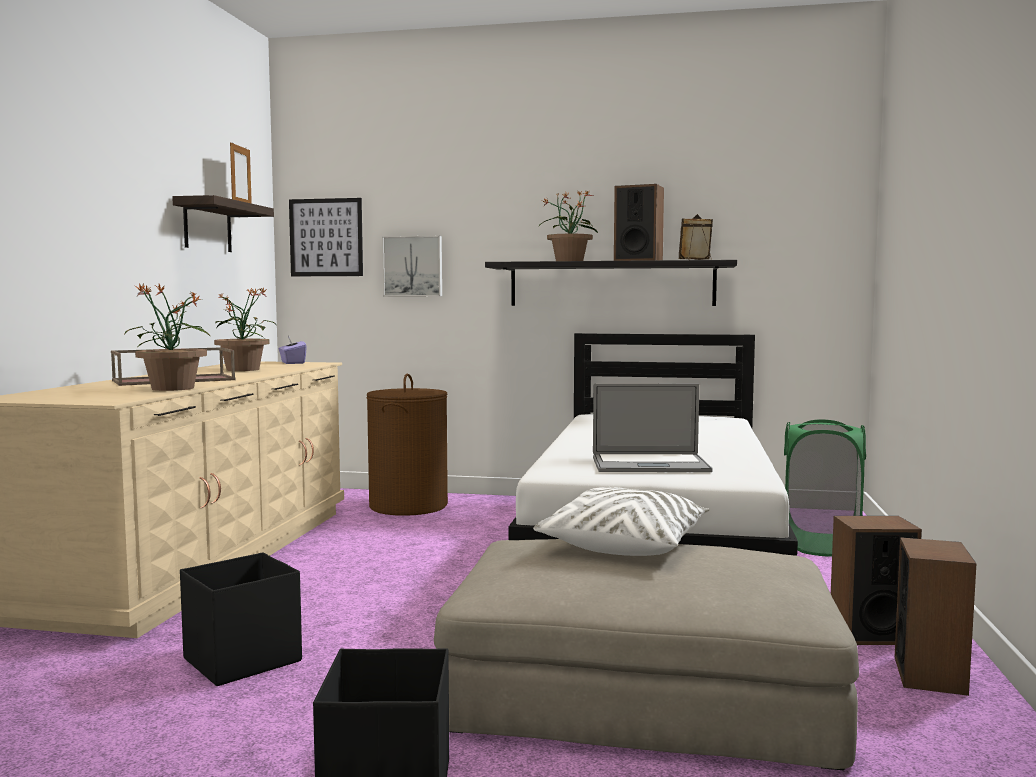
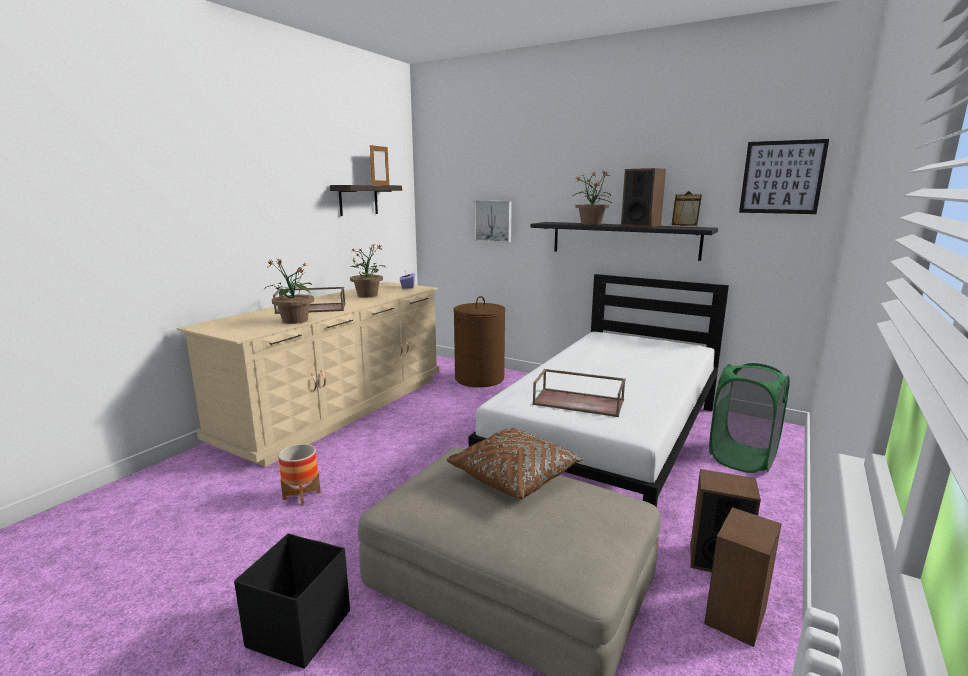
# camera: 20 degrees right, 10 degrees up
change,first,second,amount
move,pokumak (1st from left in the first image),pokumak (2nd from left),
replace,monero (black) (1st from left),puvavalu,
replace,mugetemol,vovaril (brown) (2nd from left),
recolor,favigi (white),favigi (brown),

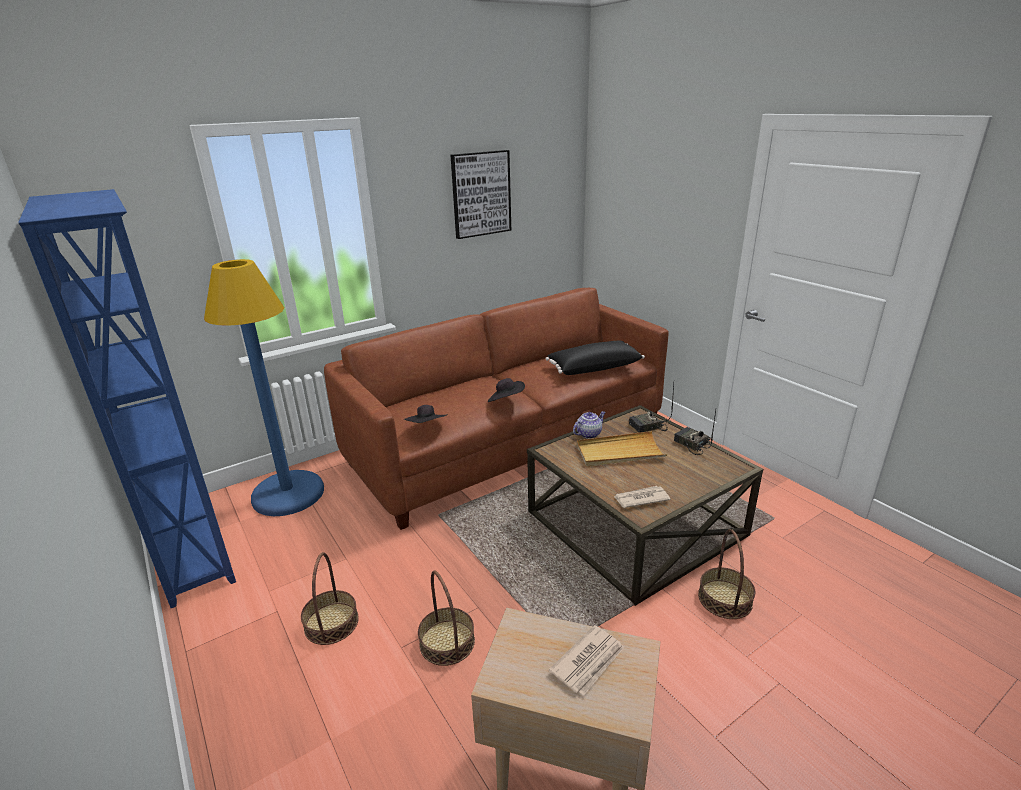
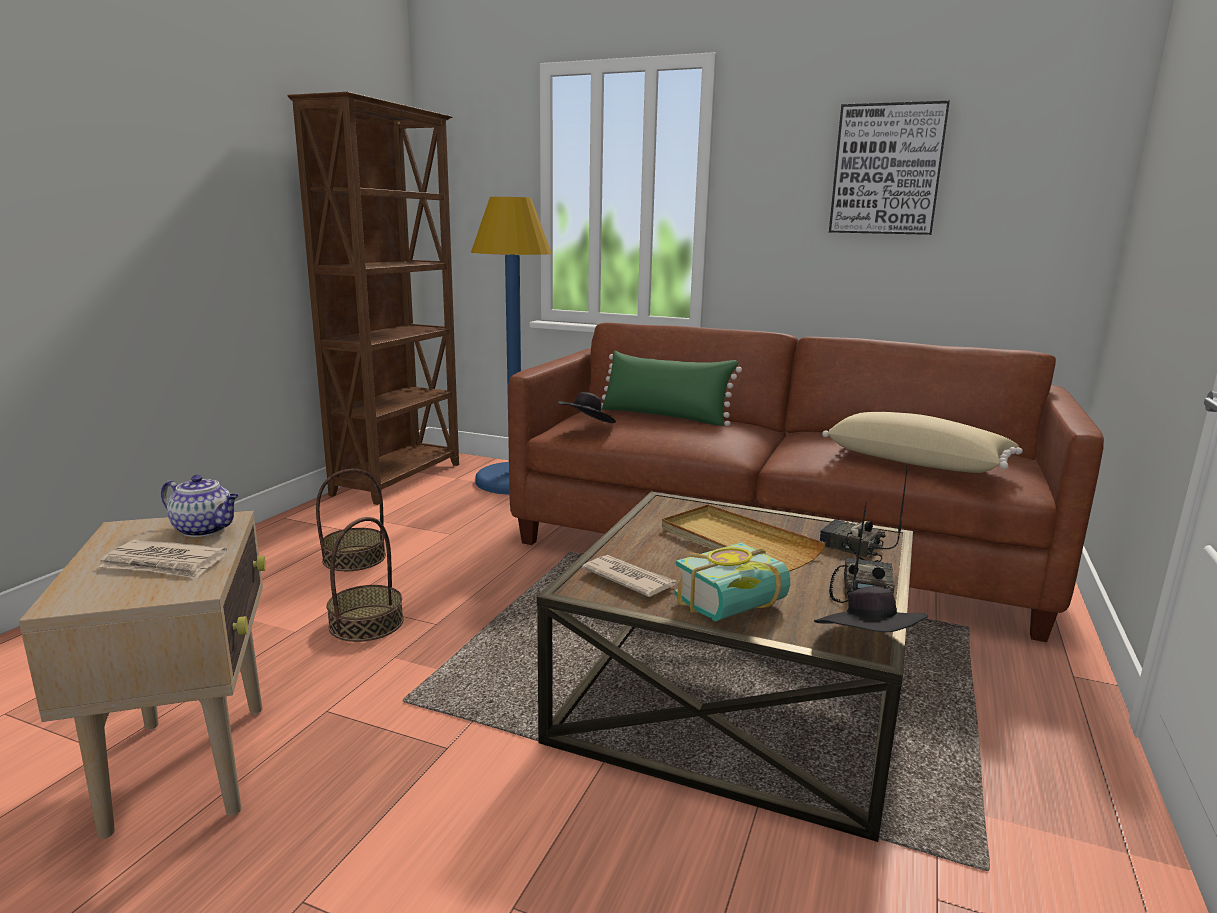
# camera: 55 degrees right, 10 degrees down
change,first,second,amount
delete,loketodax (3rd from left),,
insert,,favigi (green),
insert,,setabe,
move,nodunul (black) (2nd from left),,
move,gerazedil,,
recolor,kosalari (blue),kosalari (brown),
recolor,favigi (black),favigi (beige),

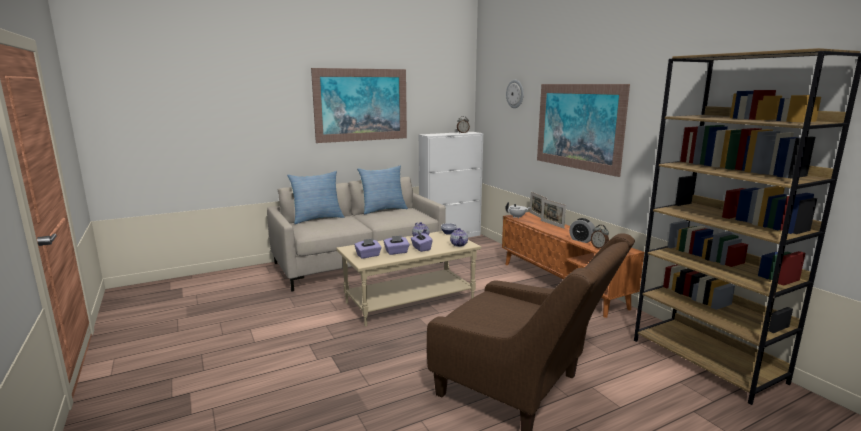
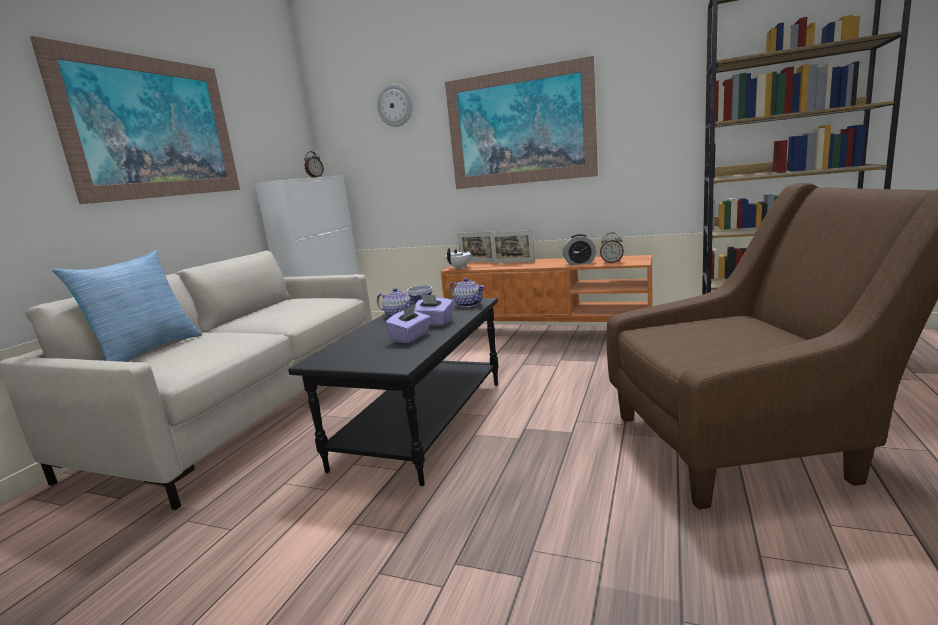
# camera: 40 degrees left, 0 degrees up
change,first,second,amount
delete,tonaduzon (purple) (1st from left),,
delete,favigi (2nd from left),,
recolor,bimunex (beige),bimunex (black),

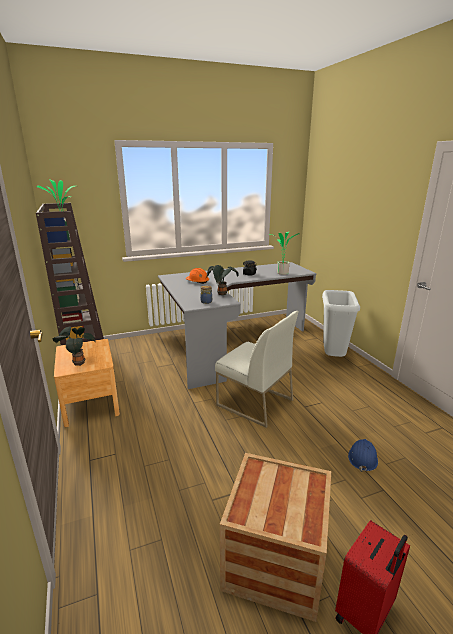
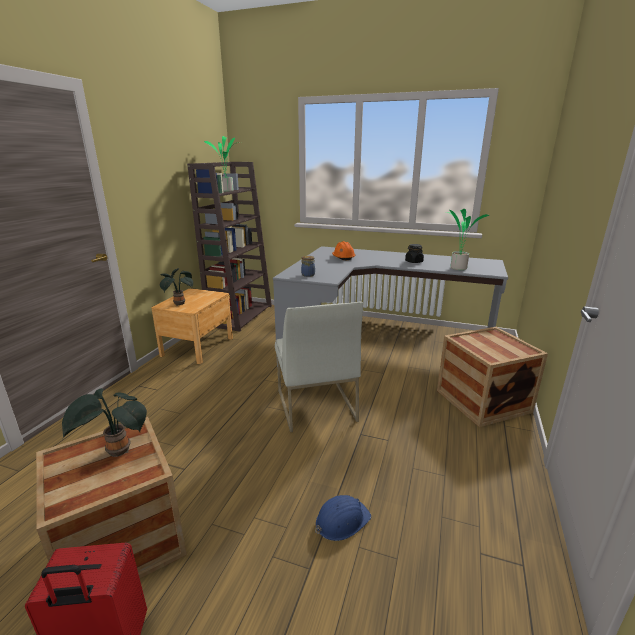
# camera: 40 degrees right, 0 degrees up
change,first,second,amount
move,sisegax (3rd from left in the first image),sisegax (1st from left),
replace,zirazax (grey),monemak (2nd from left),

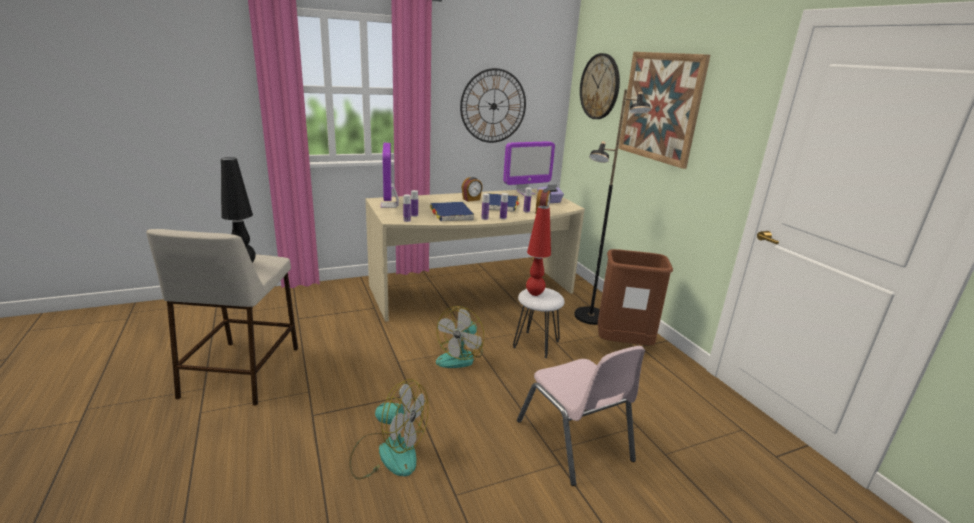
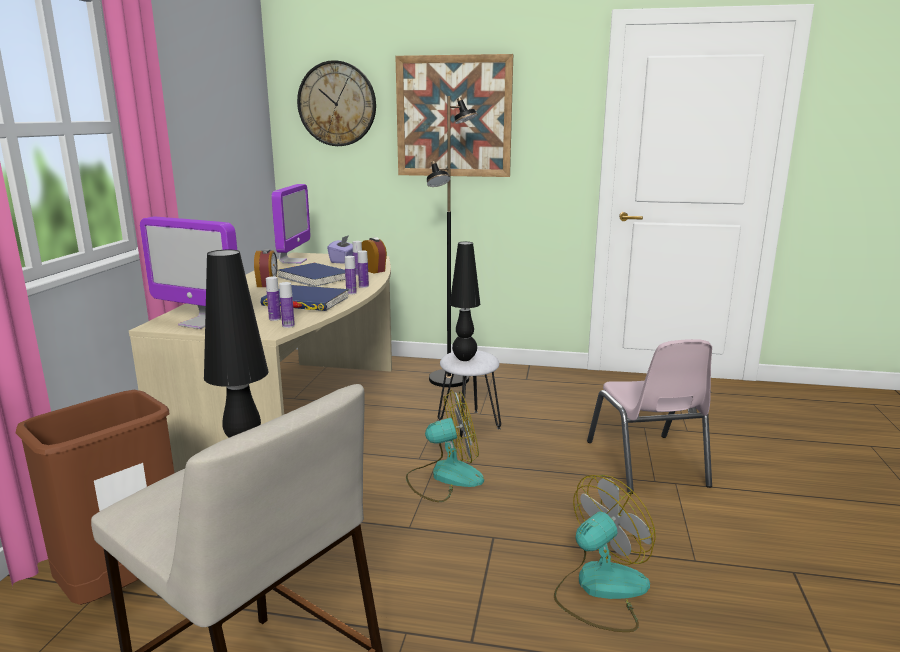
# camera: 55 degrees left, 5 degrees down
change,first,second,amount
delete,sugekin (1st from left),,
move,zirazax (brown),,
recolor,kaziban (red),kaziban (black) (2nd from left),
rotate,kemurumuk (2nd from left in the first image),kemurumuk (1st from left),75 degrees counterclockwise
rotate,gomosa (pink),,75 degrees clockwise

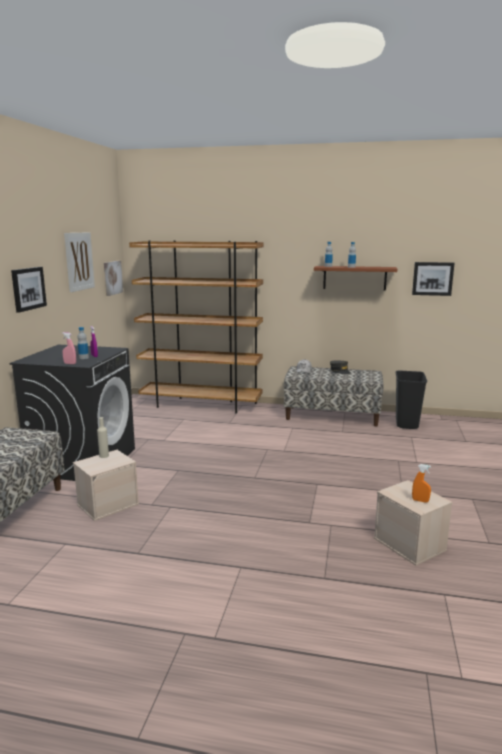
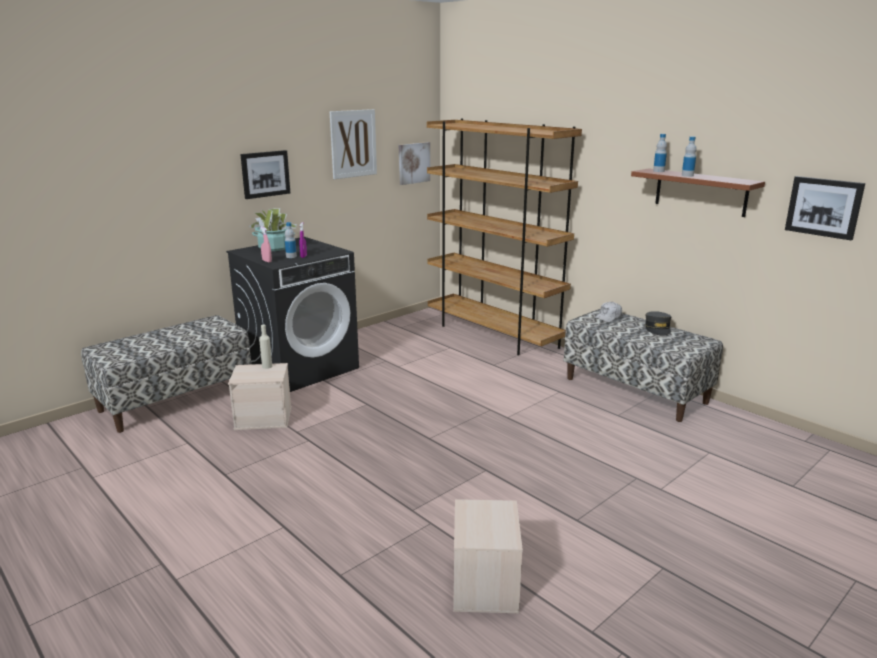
# camera: 35 degrees right, 5 degrees up
change,first,second,amount
delete,zirazax (black),,
delete,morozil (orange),,
insert,,sisegax,

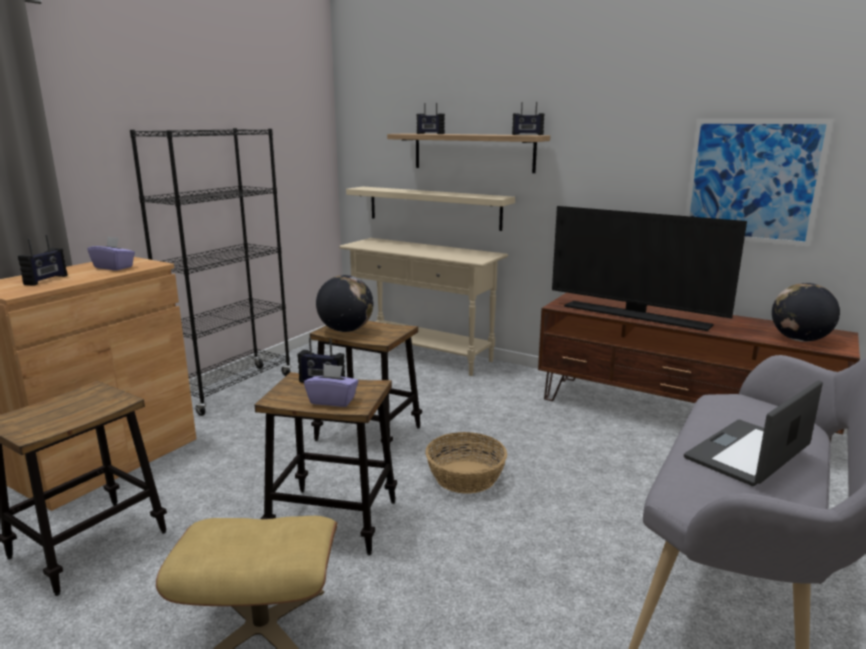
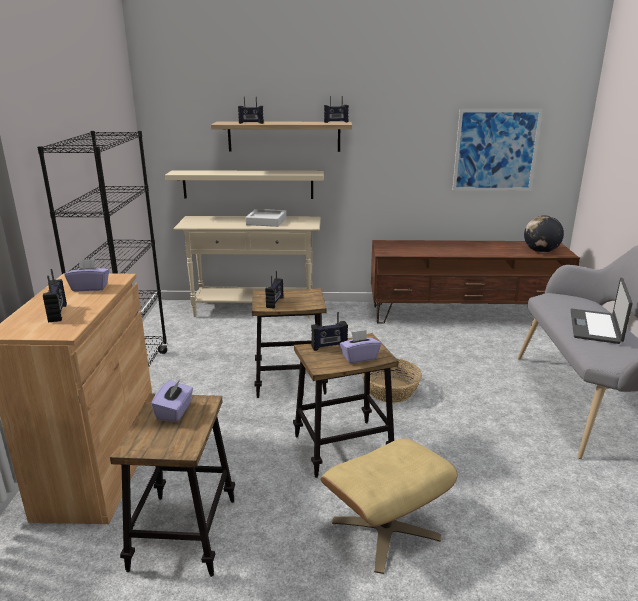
# camera: 30 degrees left, 5 degrees up
change,first,second,amount
delete,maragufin,,
insert,,tonaduzon (purple) (2nd from left),
insert,,vovaril (grey),
replace,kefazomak (1st from left),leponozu (3rd from left),

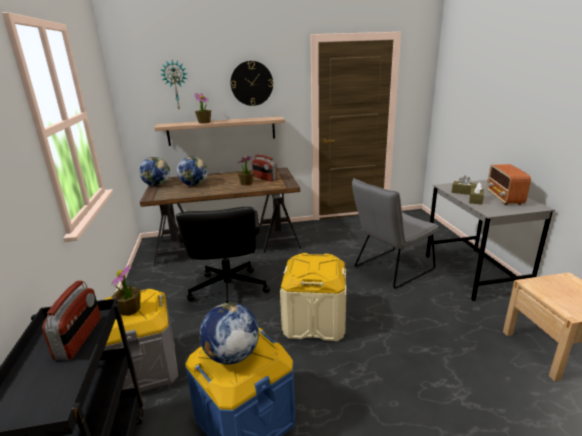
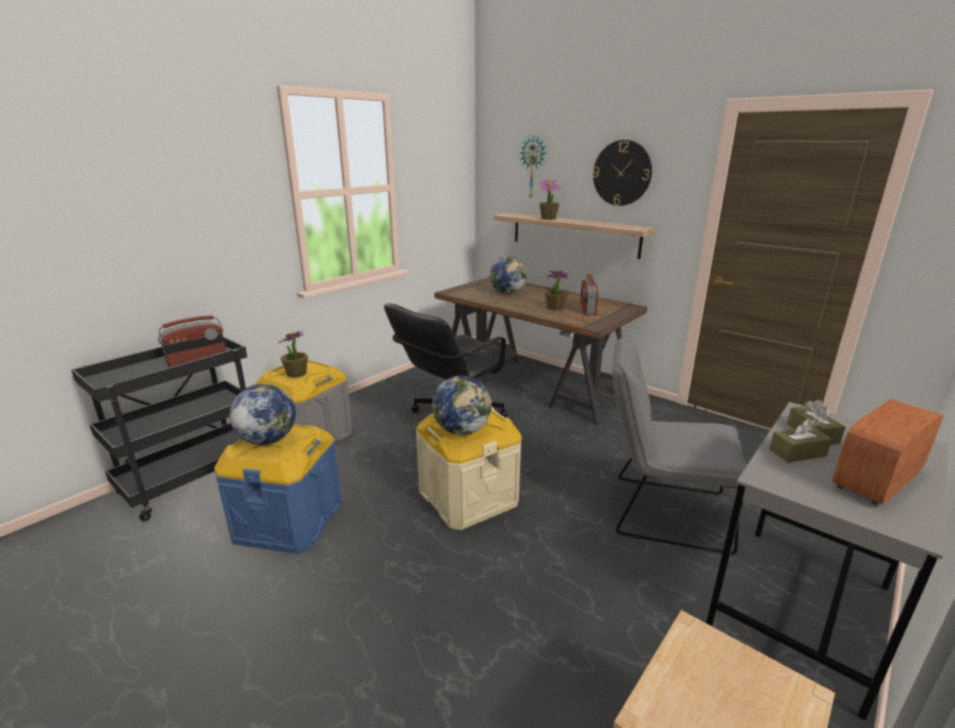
# camera: 50 degrees right, 0 degrees up
change,first,second,amount
move,kefazomak (1st from left in the first image),kefazomak (2nd from left),

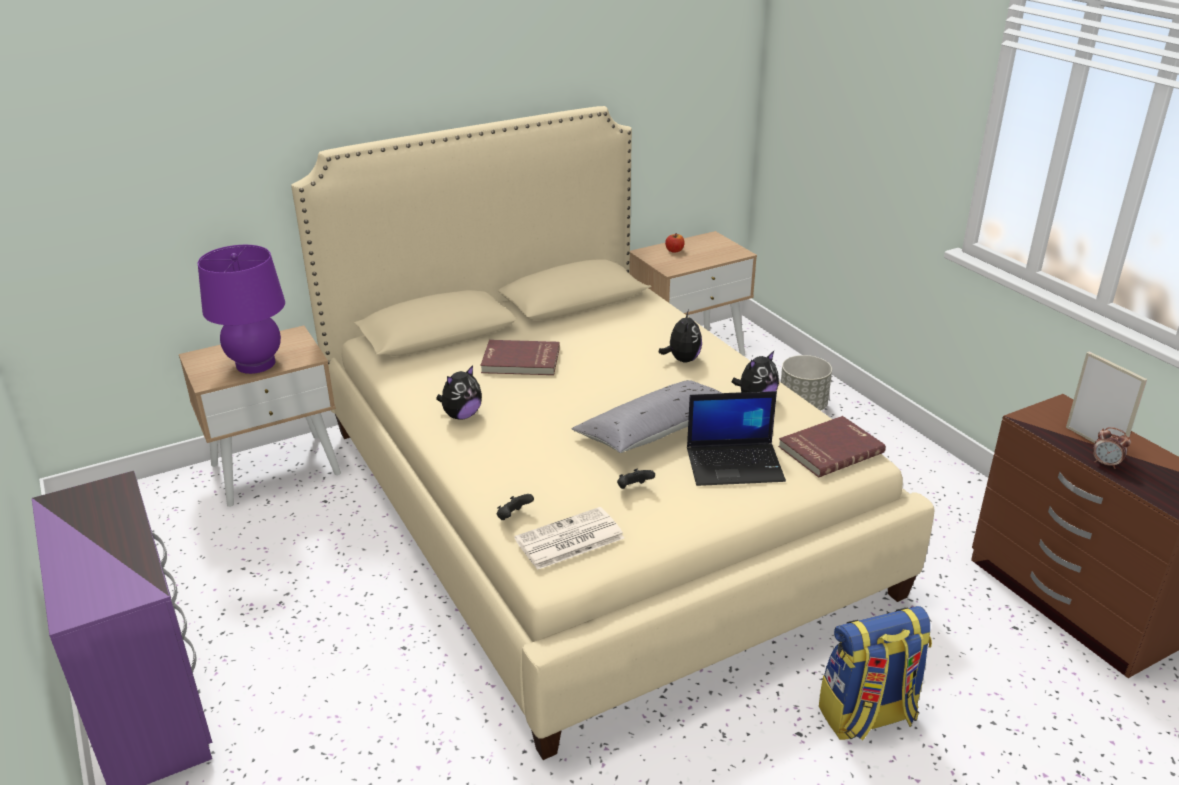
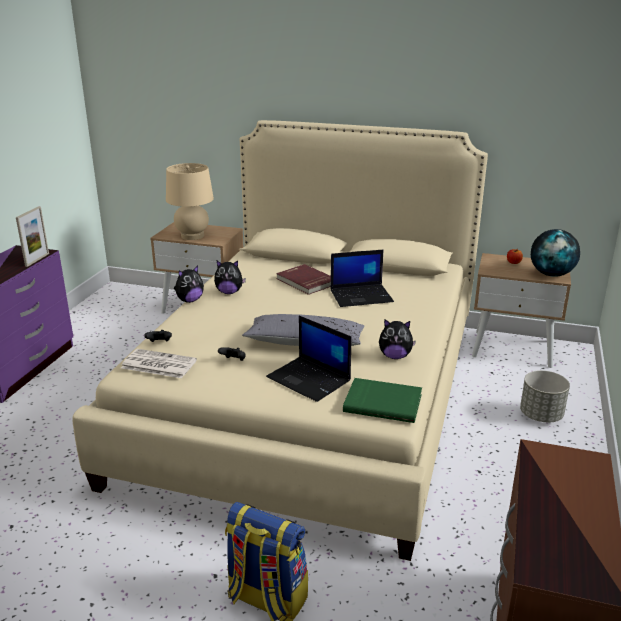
# camera: 45 degrees right, 5 degrees down
change,first,second,amount
delete,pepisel,,
insert,,mugetemol (2nd from left),
insert,,kefazomak,
move,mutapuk (2nd from left in the first image),mutapuk (1st from left),
move,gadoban,,
recolor,kaziban (purple),kaziban (beige),
recolor,setabe (red) (2nd from left),setabe (green),

